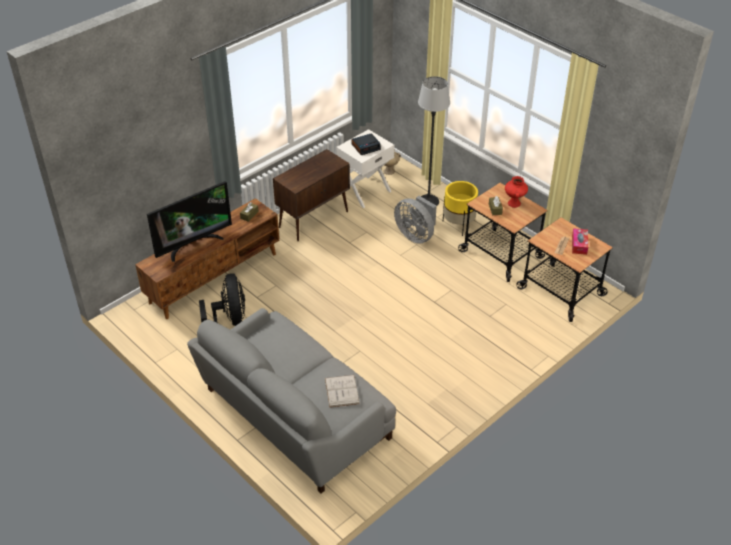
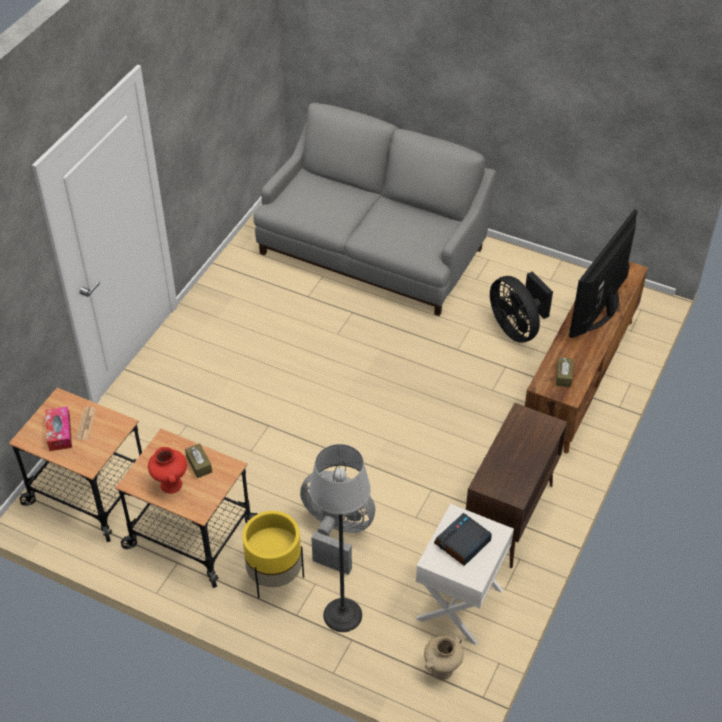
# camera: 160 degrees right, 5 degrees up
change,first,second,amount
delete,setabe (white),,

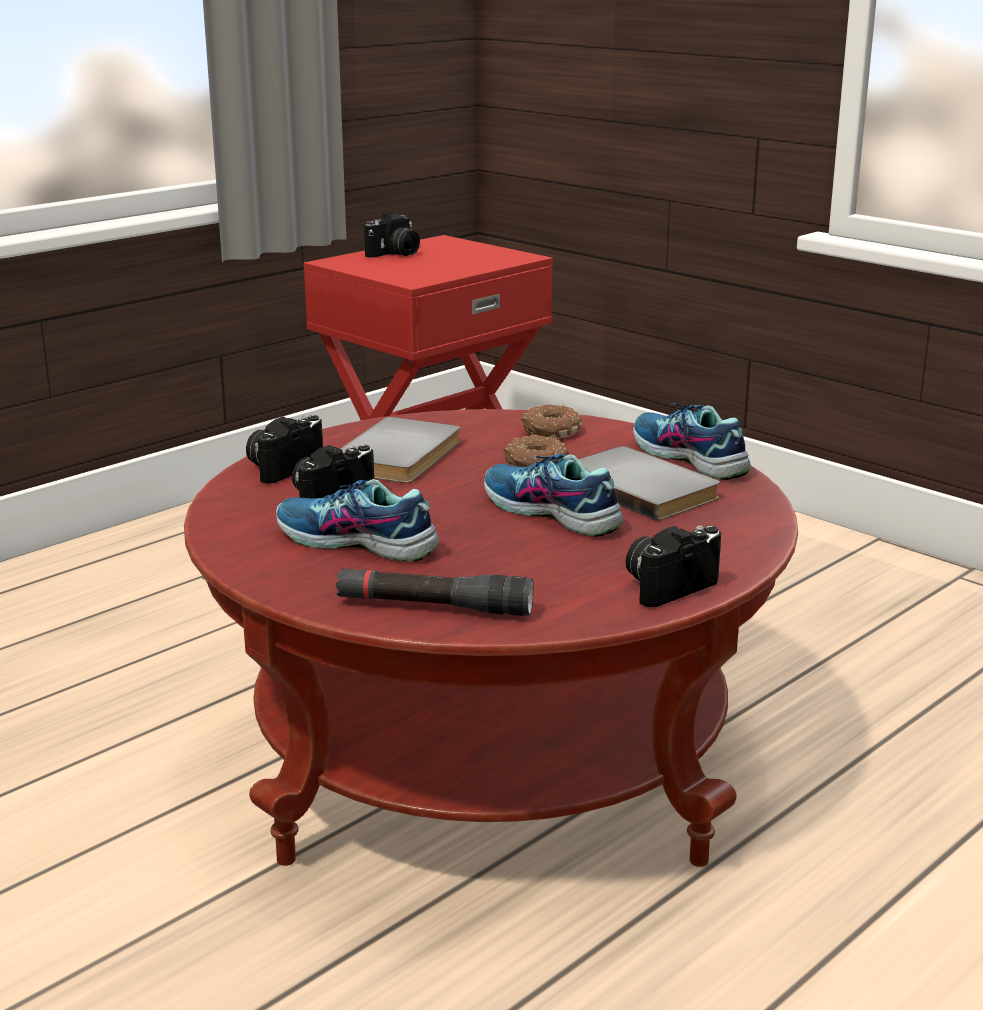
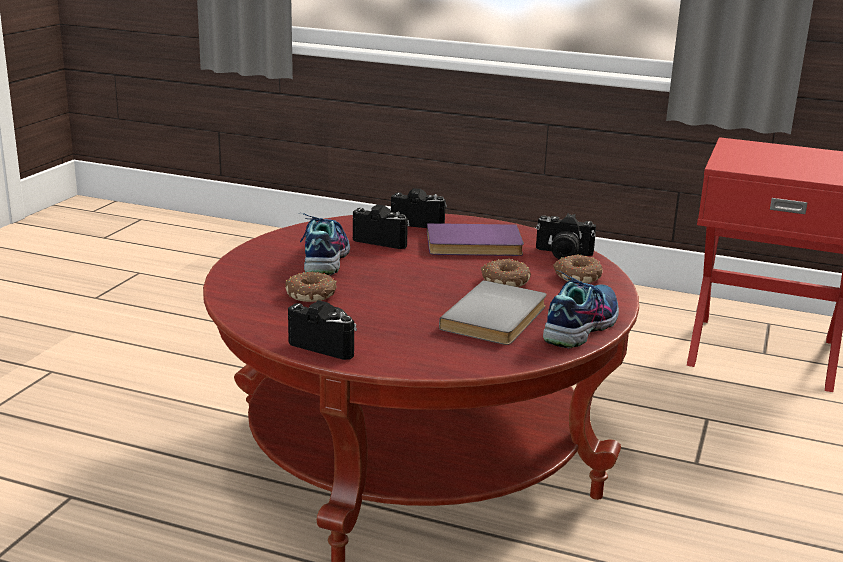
# camera: 65 degrees right, 0 degrees up
change,first,second,amount
delete,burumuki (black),,
delete,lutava (2nd from left),,
insert,,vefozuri (1st from left),
move,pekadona (3rd from left in the first image),pekadona (4th from left),
recolor,setabe (grey) (1st from left),setabe (purple),

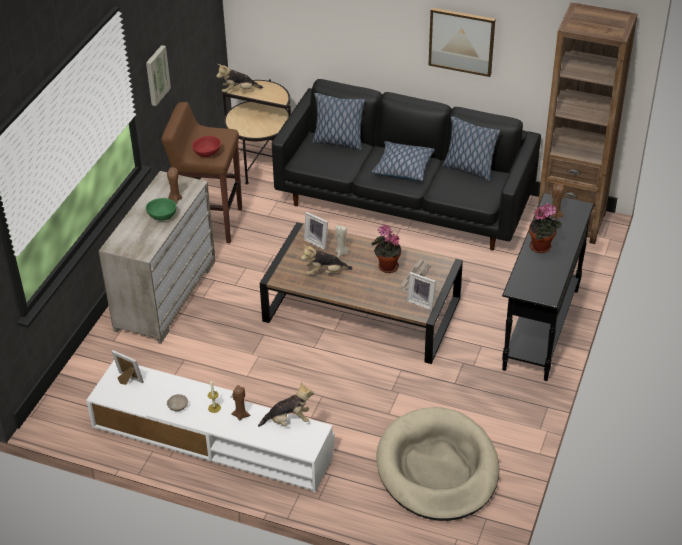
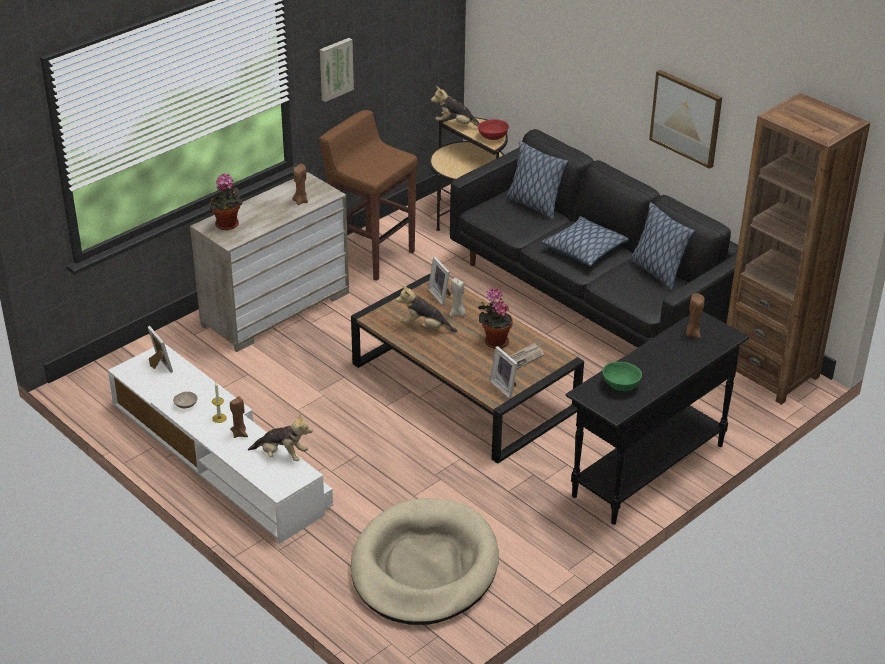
# camera: 25 degrees right, 5 degrees down
change,first,second,amount
move,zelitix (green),,
move,zelitix (red),,
move,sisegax (2nd from left in the first image),sisegax (1st from left),

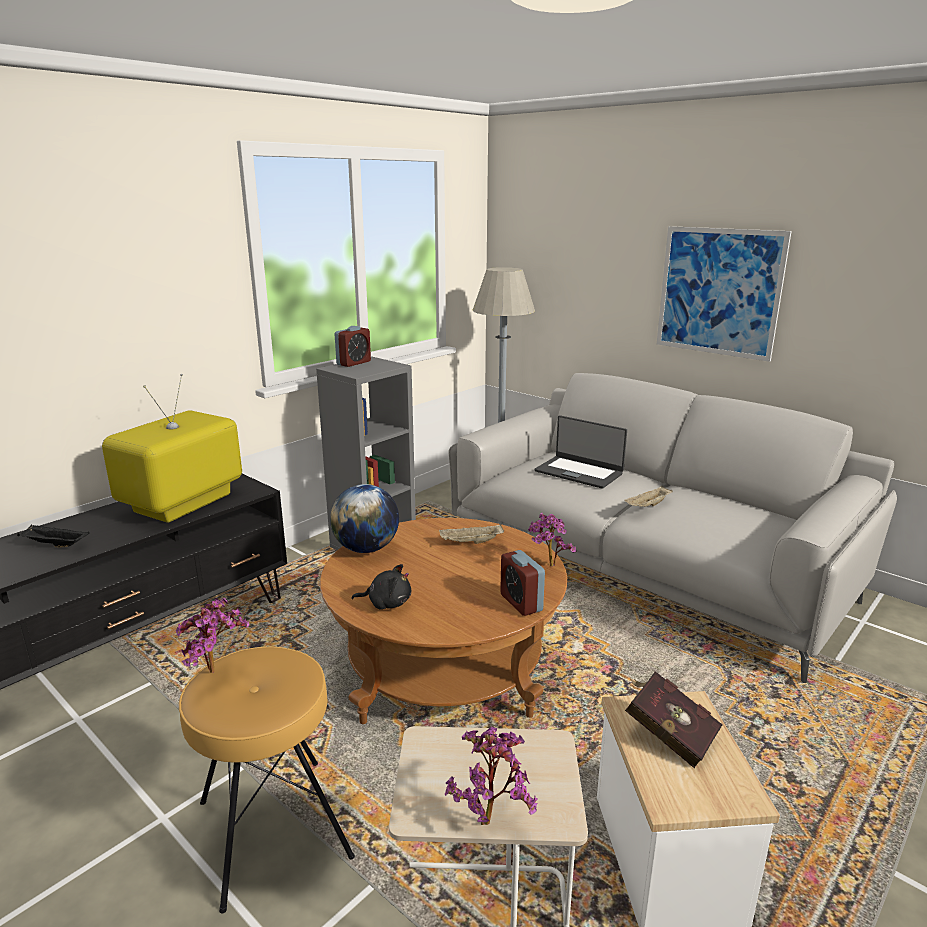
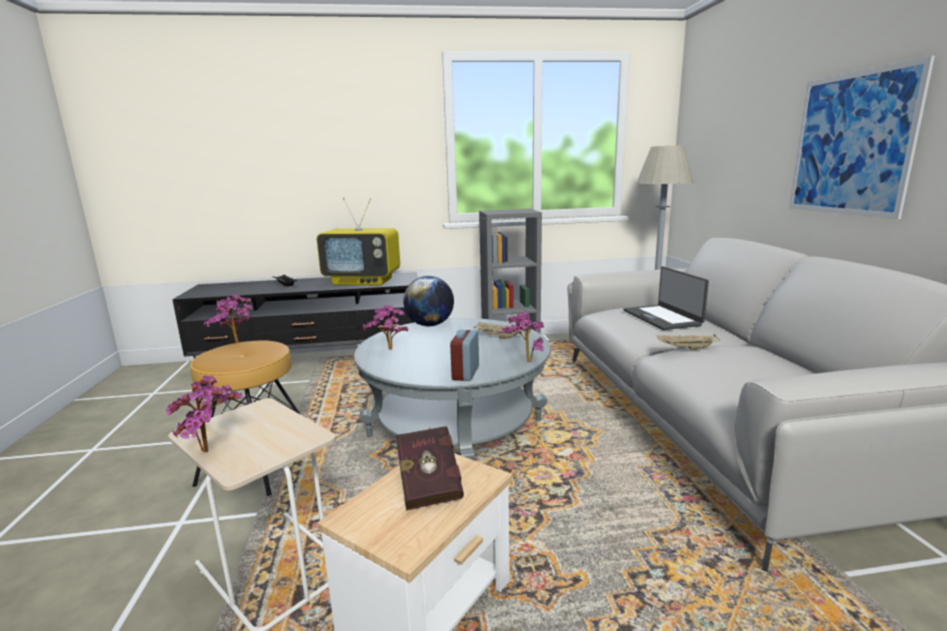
# camera: 40 degrees right, 5 degrees down
change,first,second,amount
delete,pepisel (1st from left),,
replace,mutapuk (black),sisegax (3rd from left),
recolor,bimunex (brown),bimunex (grey),
rotate,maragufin,,150 degrees counterclockwise

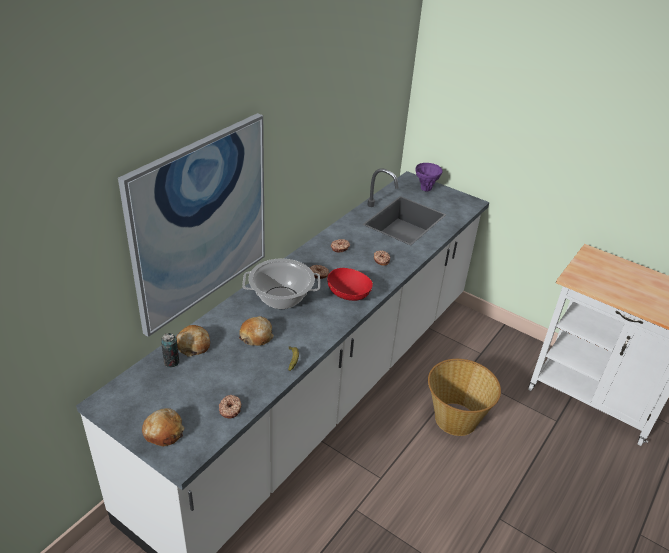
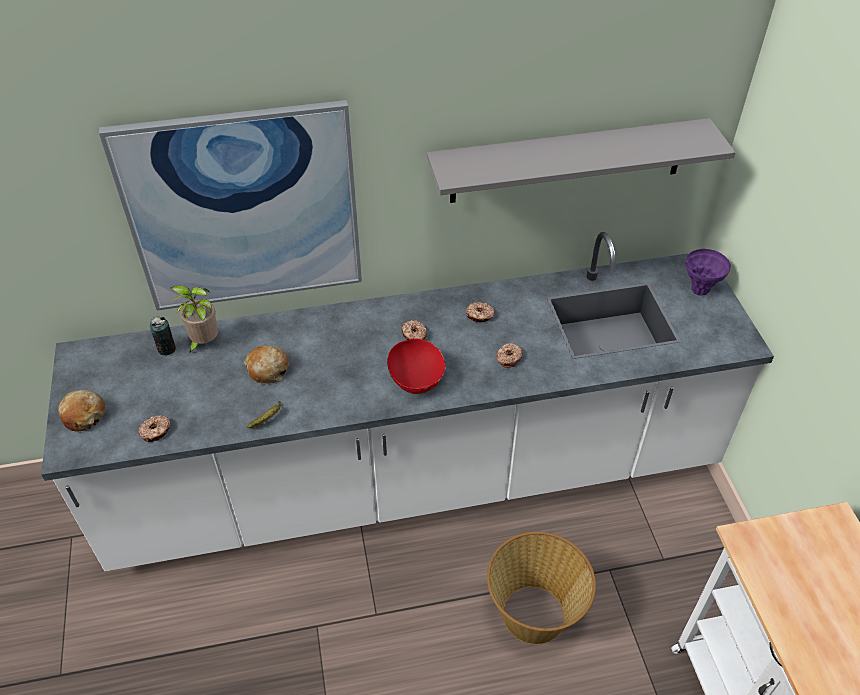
# camera: 45 degrees right, 10 degrees up
change,first,second,amount
delete,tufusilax,,
insert,,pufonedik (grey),
replace,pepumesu (2nd from left),sisegax,

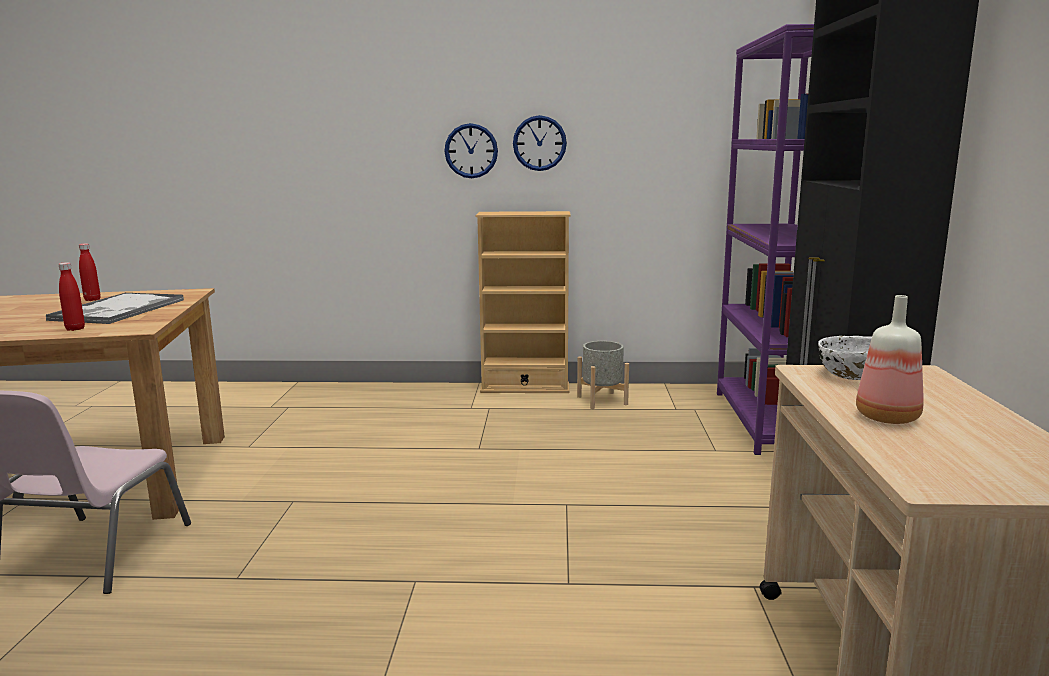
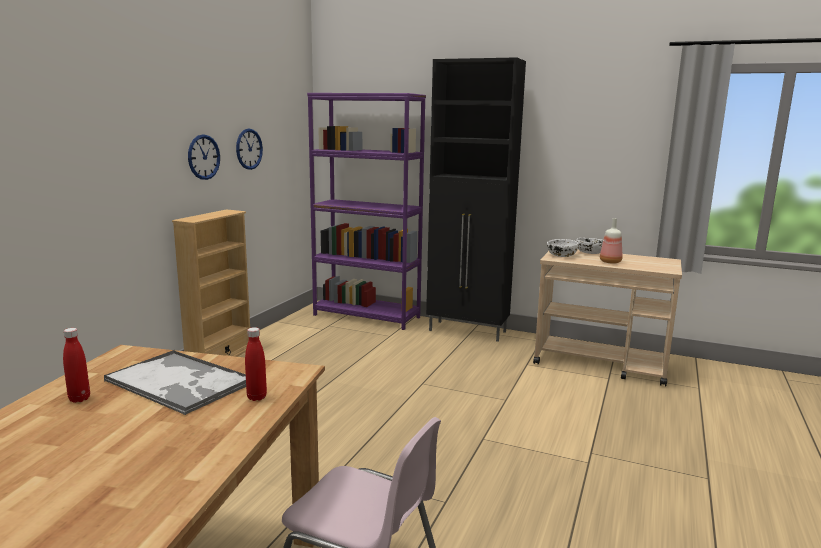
# camera: 70 degrees left, 0 degrees up
change,first,second,amount
delete,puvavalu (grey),,
insert,,zelitix (white) (2nd from left),
move,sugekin (1st from left in the first image),sugekin (2nd from left),

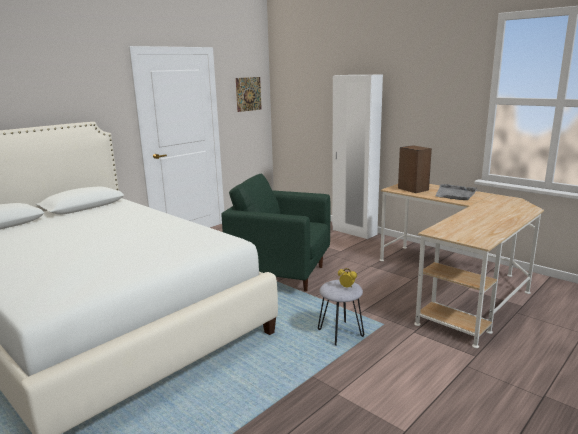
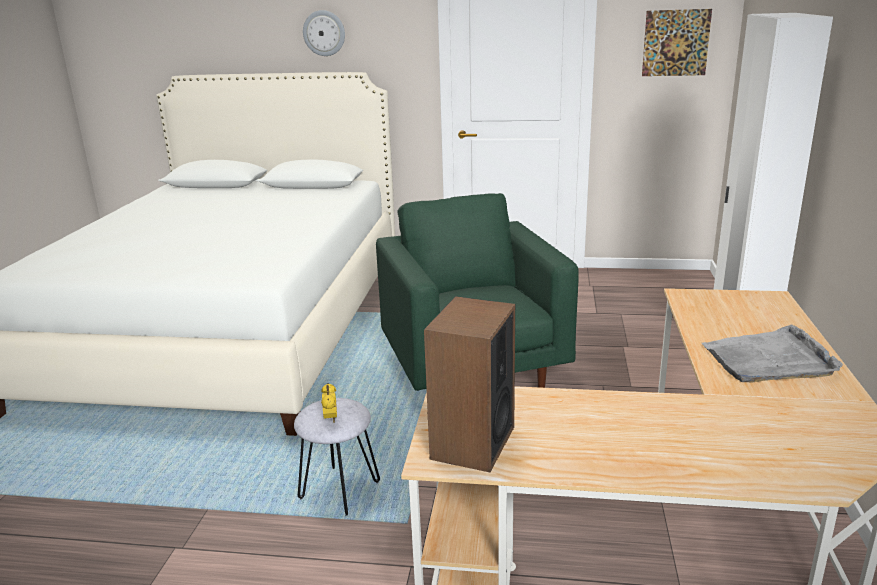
# camera: 55 degrees right, 5 degrees up
change,first,second,amount
insert,,sugekin,
move,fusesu,,

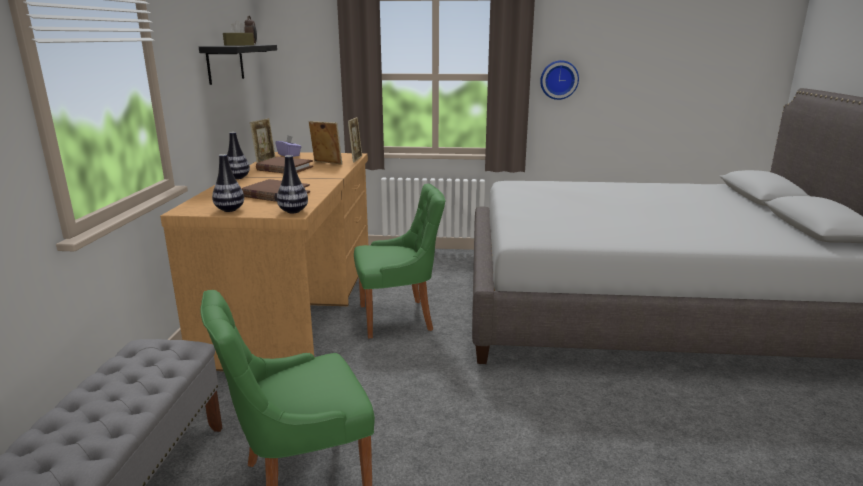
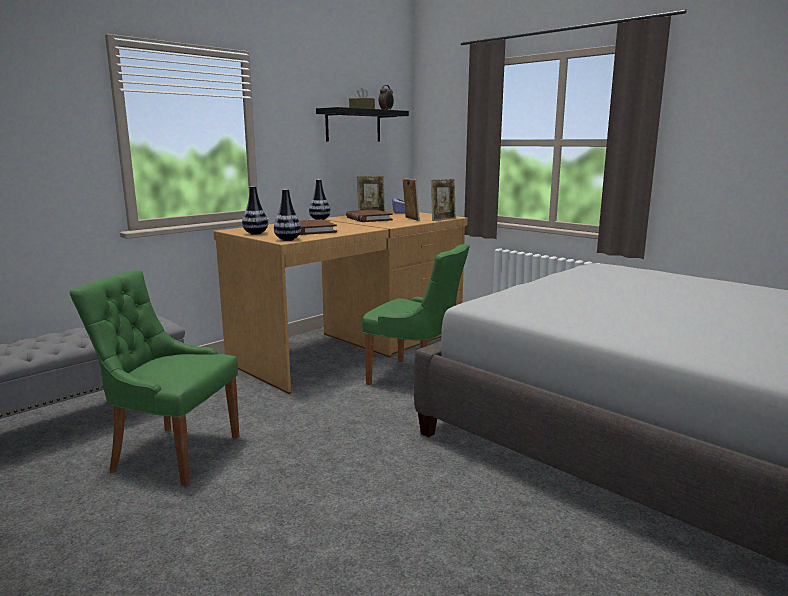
# camera: 40 degrees right, 5 degrees down
change,first,second,amount
delete,sugekin,,

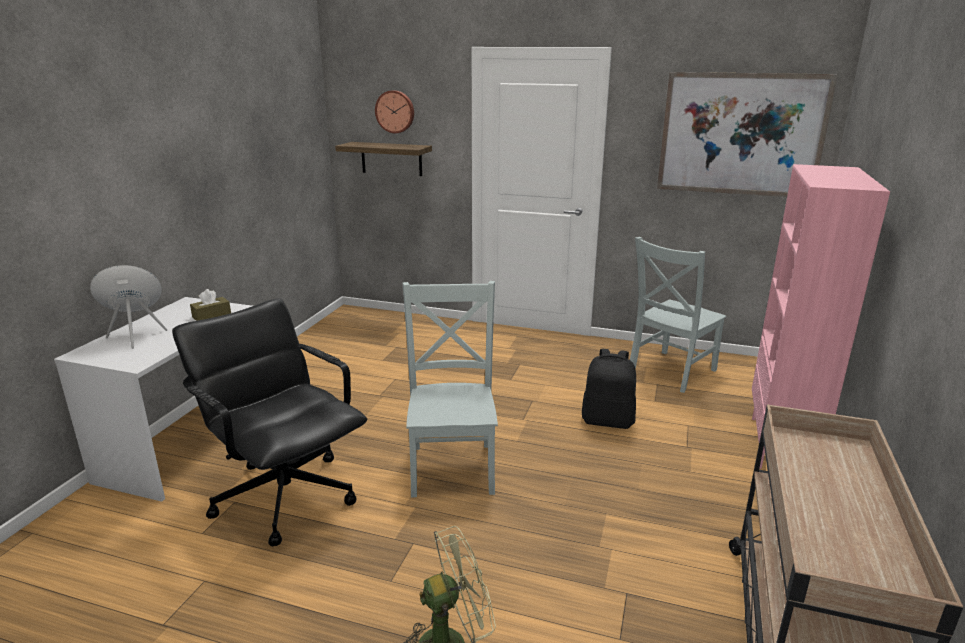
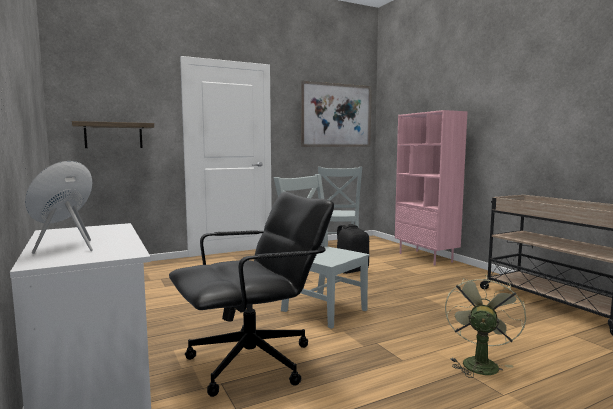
# camera: 45 degrees left, 15 degrees down
change,first,second,amount
delete,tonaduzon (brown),,
delete,sugekin,,
rotate,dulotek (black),,150 degrees clockwise

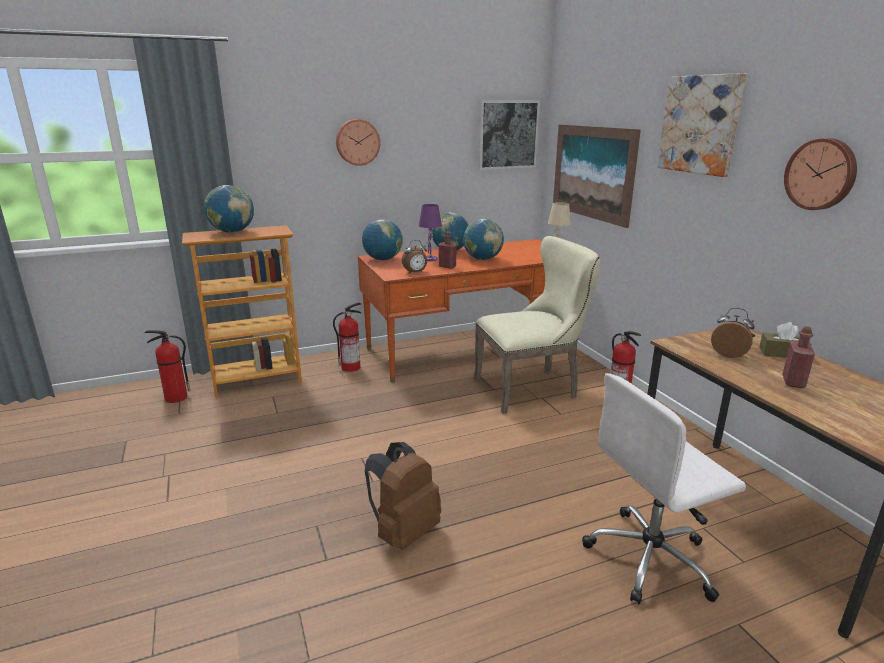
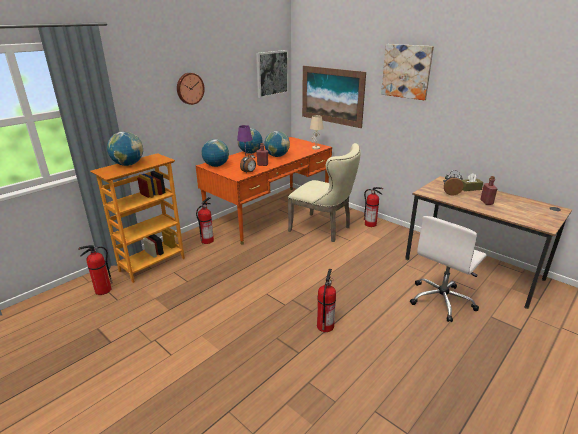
# camera: 25 degrees left, 5 degrees up
change,first,second,amount
delete,sugekin (2nd from left),,
replace,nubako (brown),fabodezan (3rd from left),
rotate,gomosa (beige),,75 degrees clockwise

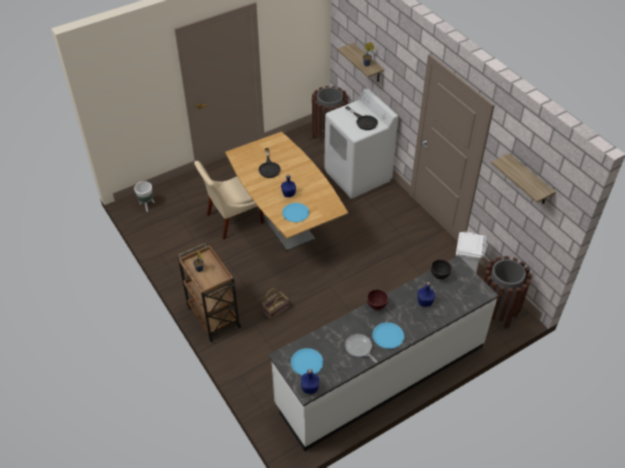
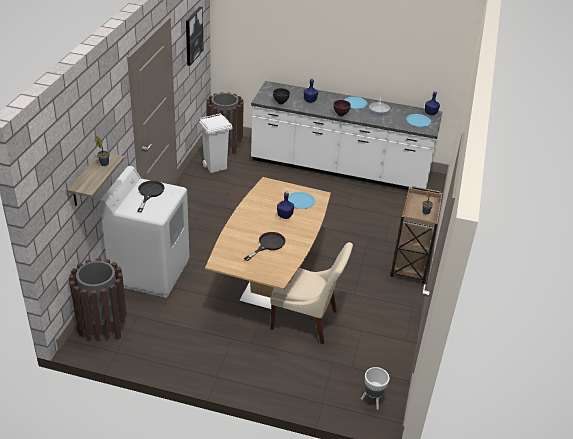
# camera: 135 degrees left, 10 degrees down
change,first,second,amount
delete,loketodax,,
replace,pufonedik (2nd from left),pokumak,

